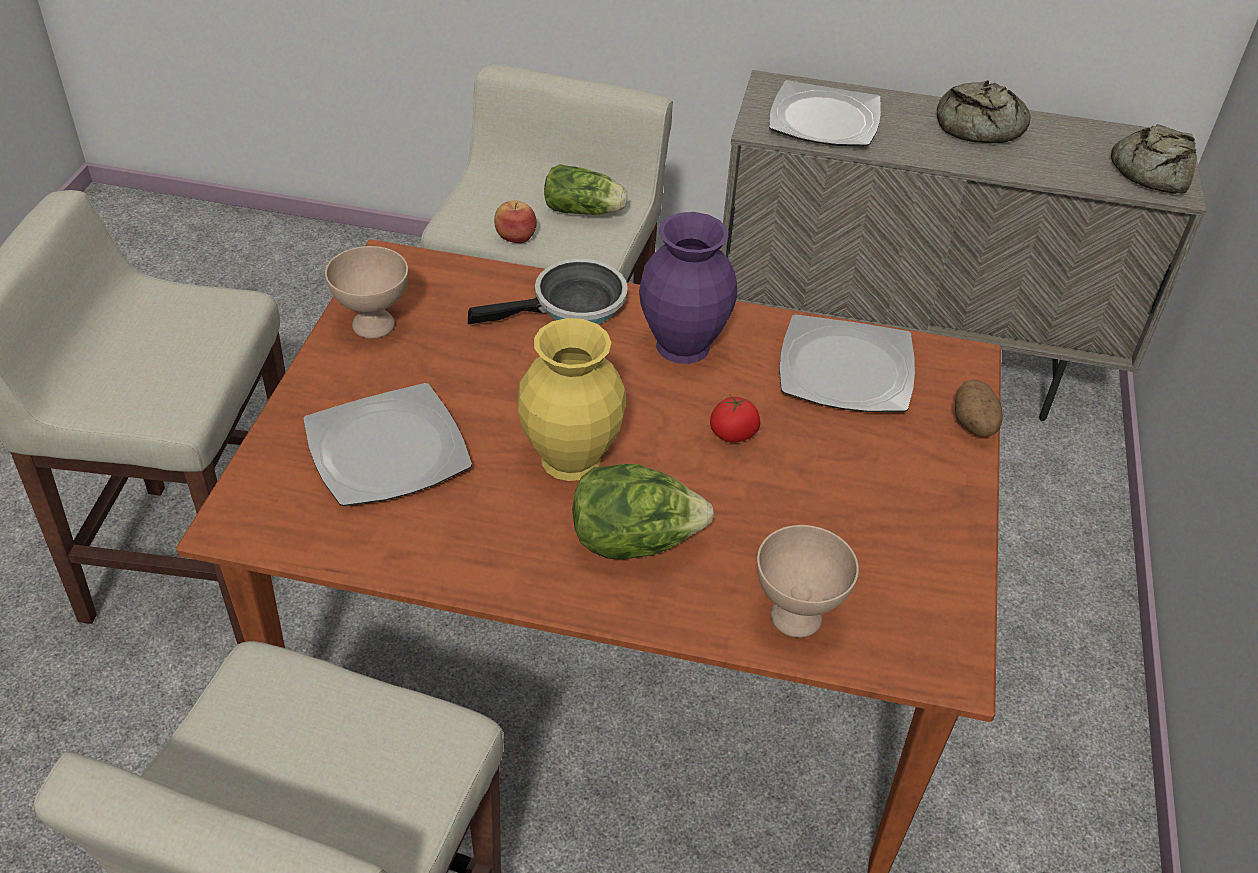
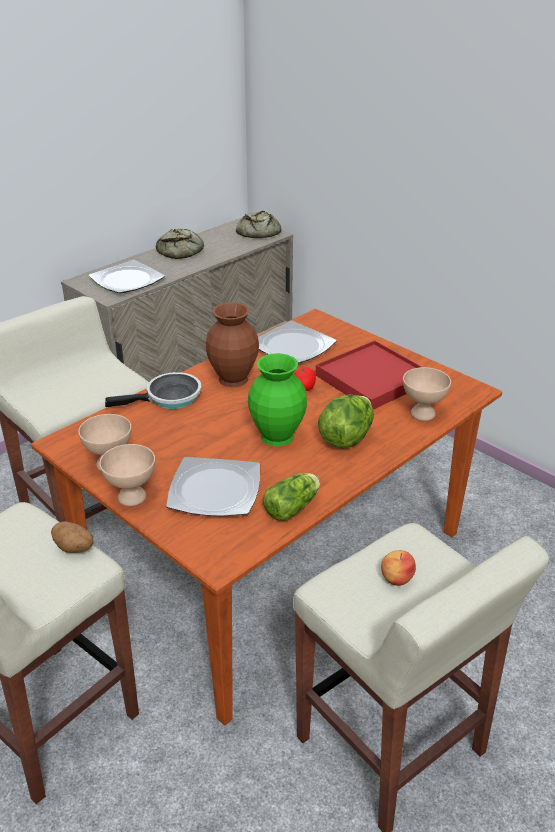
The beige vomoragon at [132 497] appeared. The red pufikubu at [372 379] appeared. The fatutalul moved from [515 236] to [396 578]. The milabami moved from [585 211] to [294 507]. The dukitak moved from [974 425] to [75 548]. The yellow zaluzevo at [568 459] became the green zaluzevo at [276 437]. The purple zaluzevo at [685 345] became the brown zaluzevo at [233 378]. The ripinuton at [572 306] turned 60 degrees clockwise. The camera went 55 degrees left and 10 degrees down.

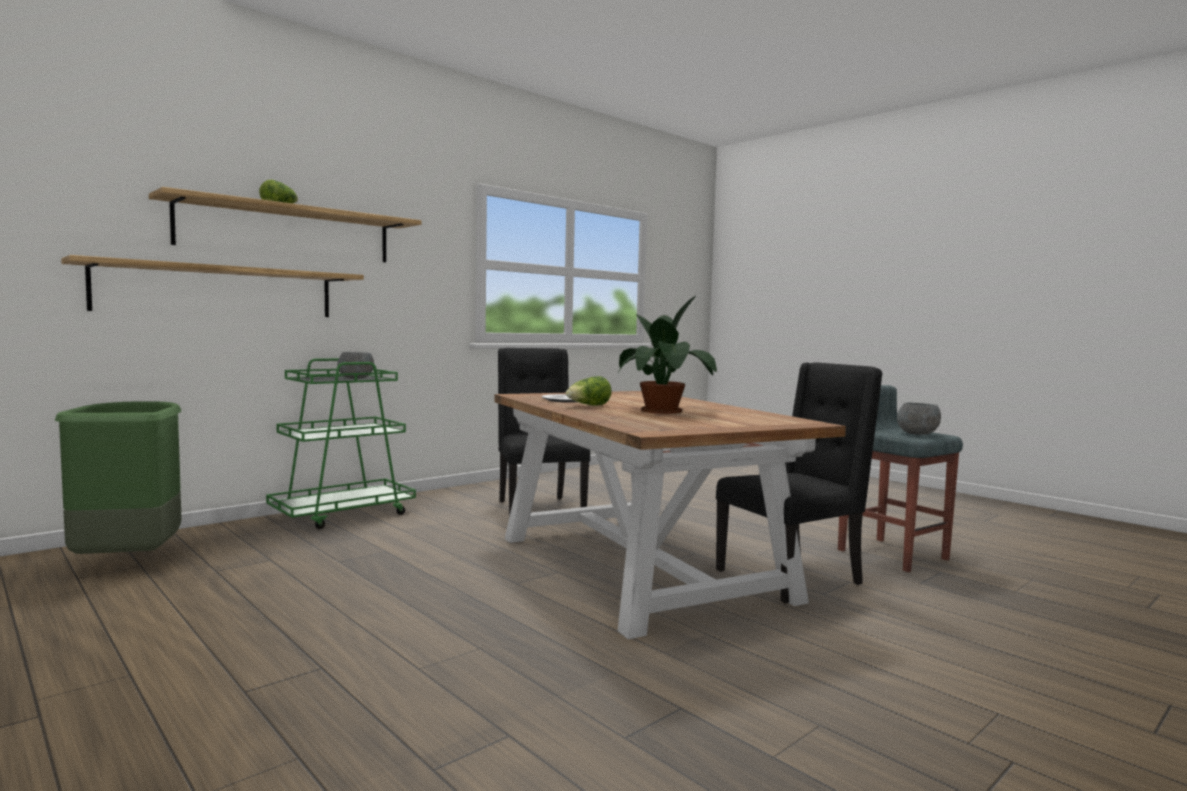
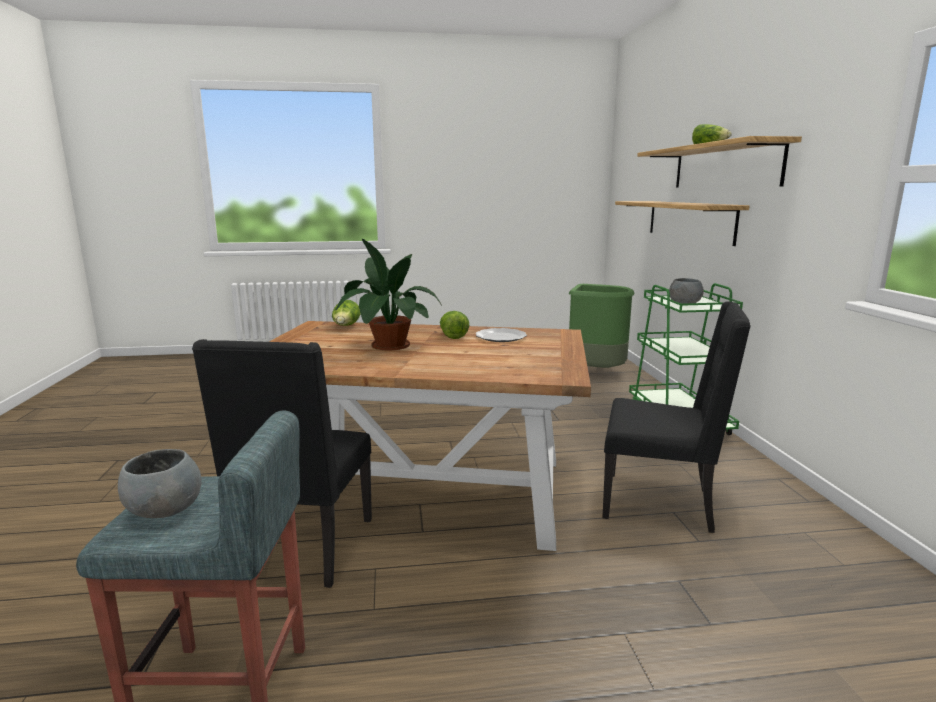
The milabami at [346 326] appeared. The camera went 125 degrees right and 10 degrees up.

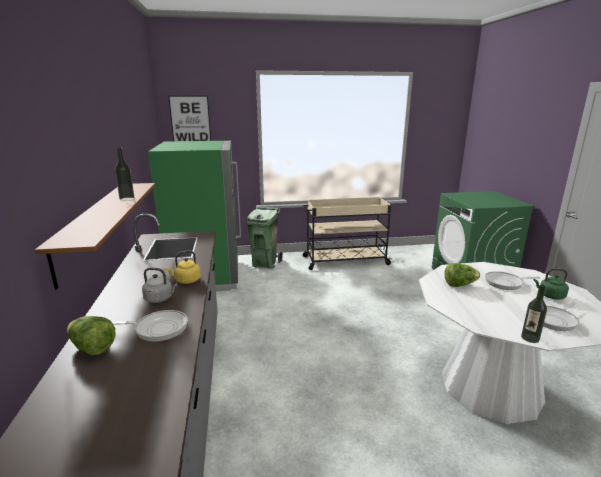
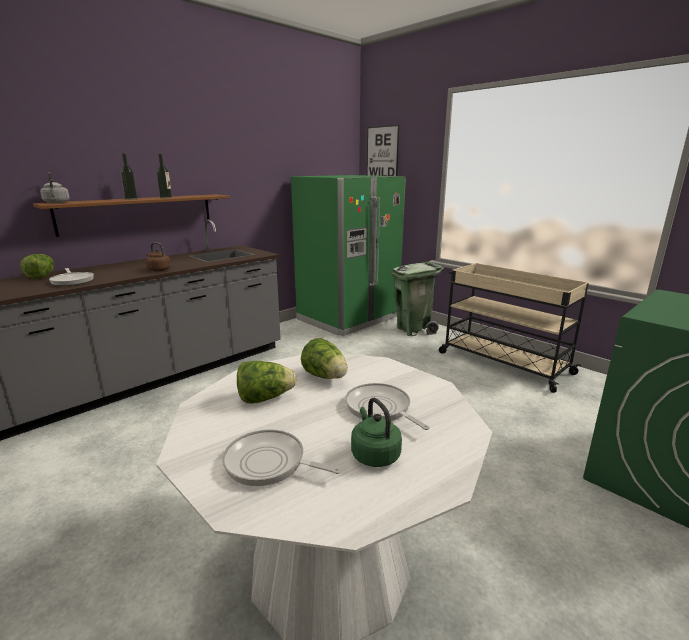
The milabami at [265 398] appeared. The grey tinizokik moved from [160 299] to [56 202]. The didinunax moved from [530 338] to [131 199]. The yellow tinizokik at [186 281] became the brown tinizokik at [158 269]. The camera went 55 degrees right and 0 degrees up.

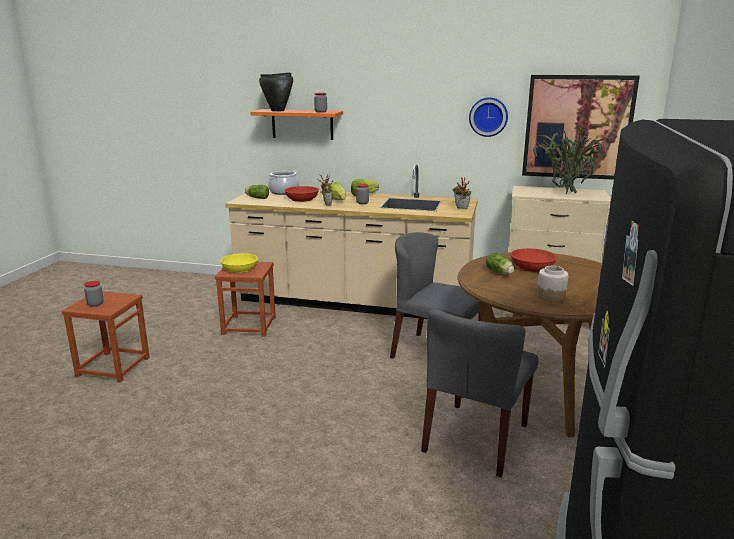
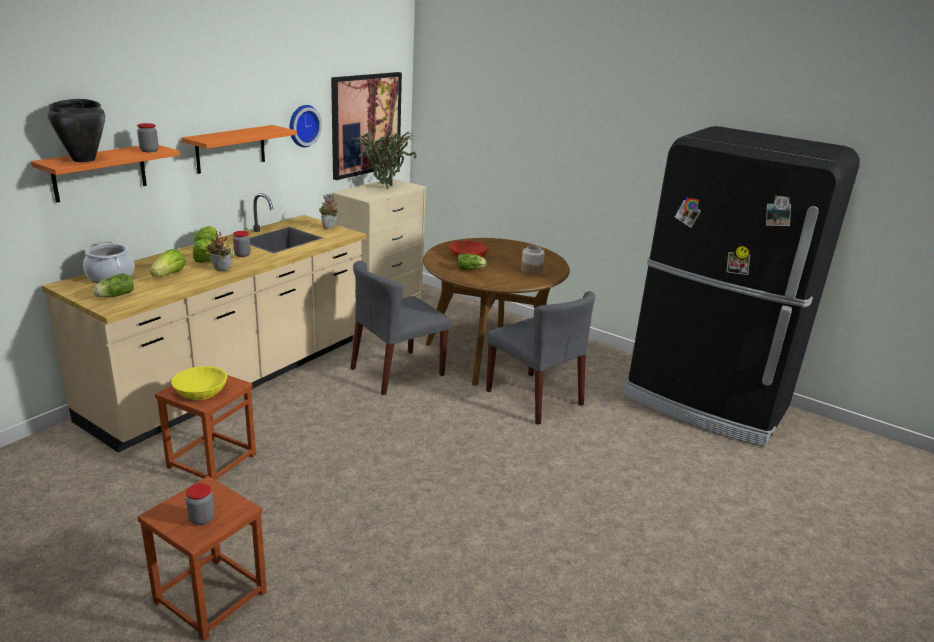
The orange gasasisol at [230 149] appeared. The red vomoragon at [302 199] was replaced by the milabami at [169 275]. The camera went 70 degrees left and 5 degrees up.

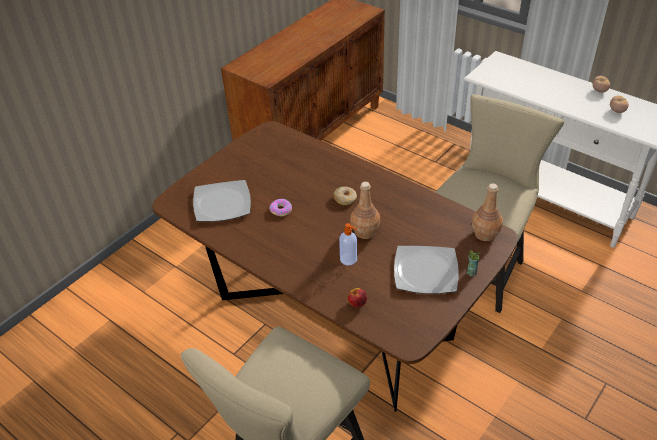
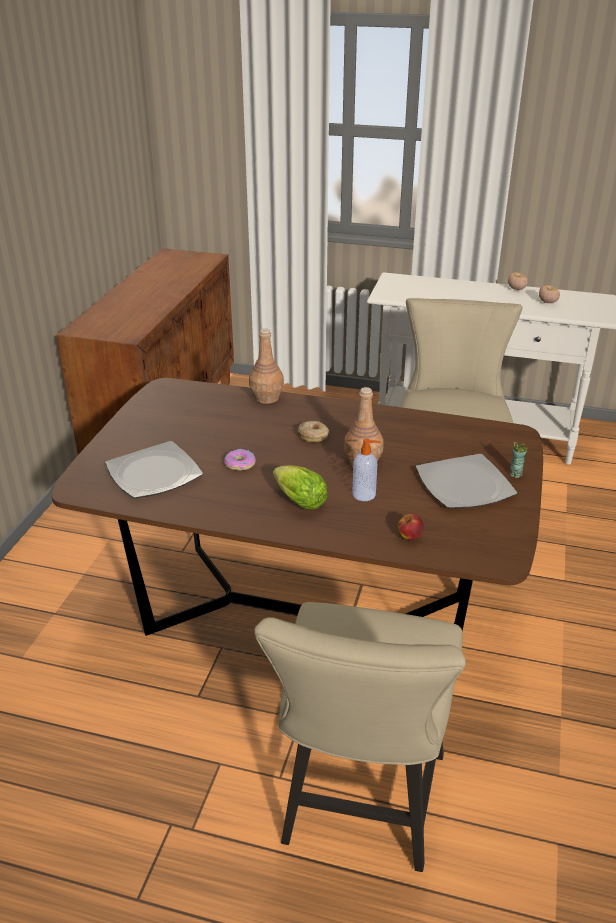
The milabami at [297 500] appeared. The brown didinunax moved from [485 234] to [267 398]. The camera went 25 degrees left and 10 degrees down.

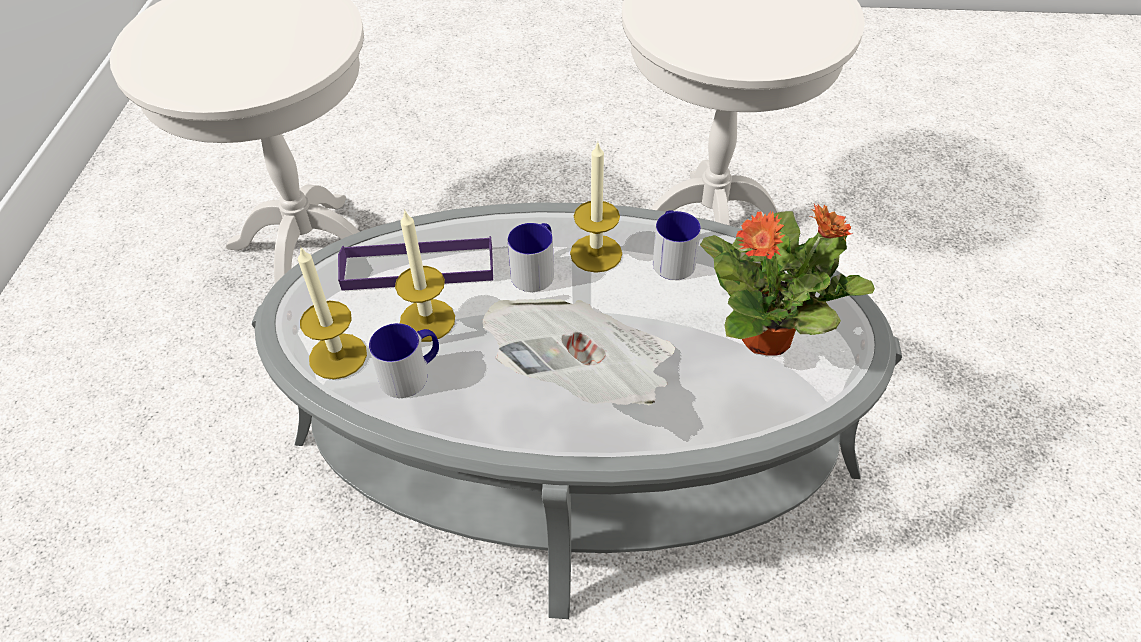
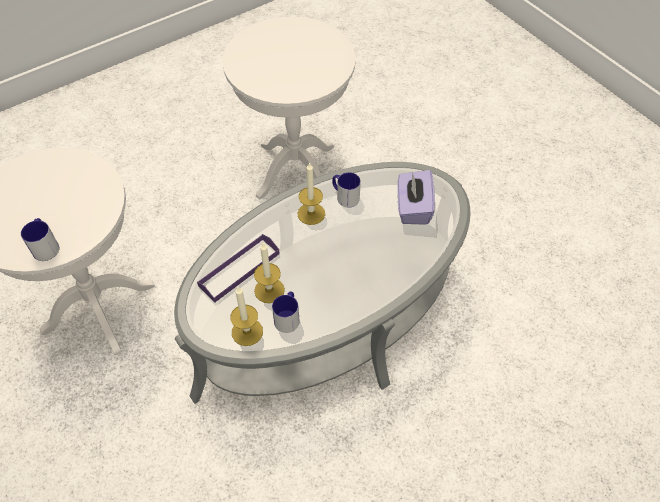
The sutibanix at [587 378] disappeared. The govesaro moved from [536 270] to [45 246]. The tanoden at [768 337] was replaced by the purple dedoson at [413 208]. The camera went 40 degrees left and 5 degrees up.

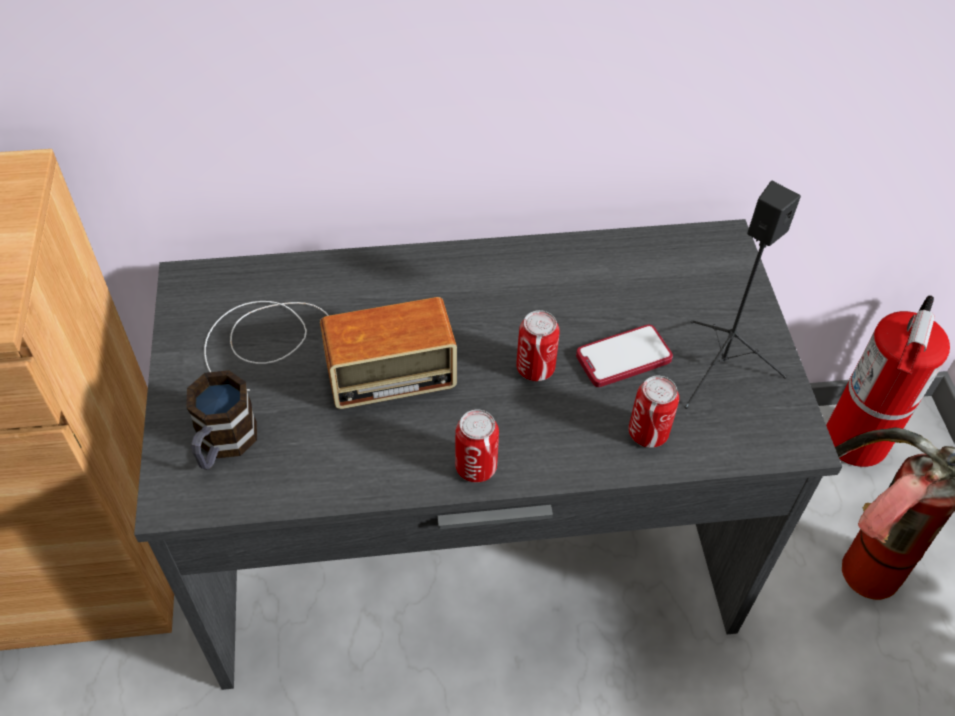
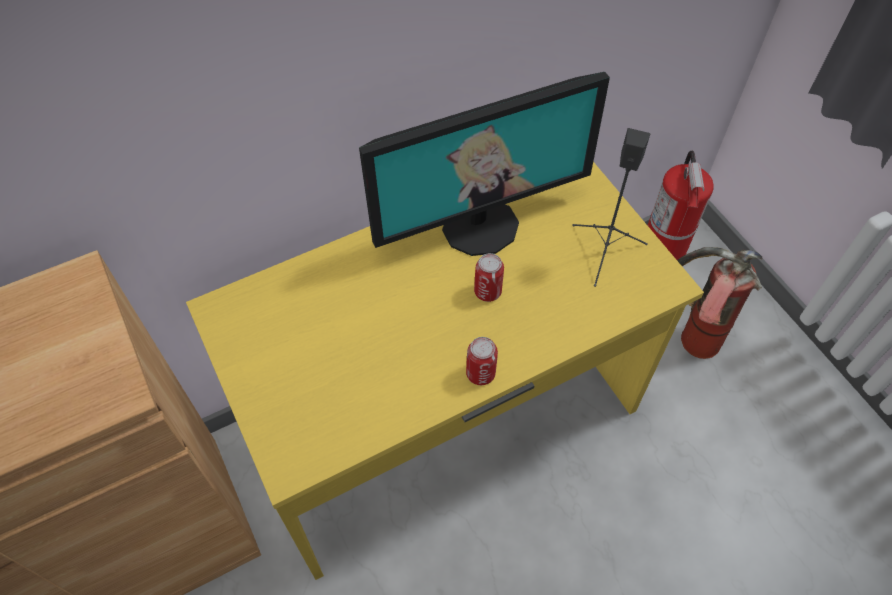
The govesaro at [223 444] disappeared. The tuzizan at [321 353] disappeared. The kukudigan at [623 357] disappeared. The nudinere at [648 433] disappeared. The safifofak at [480 225] appeared. The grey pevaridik at [471 554] became the yellow pevaridik at [445 422]. The camera went 20 degrees left and 5 degrees up.

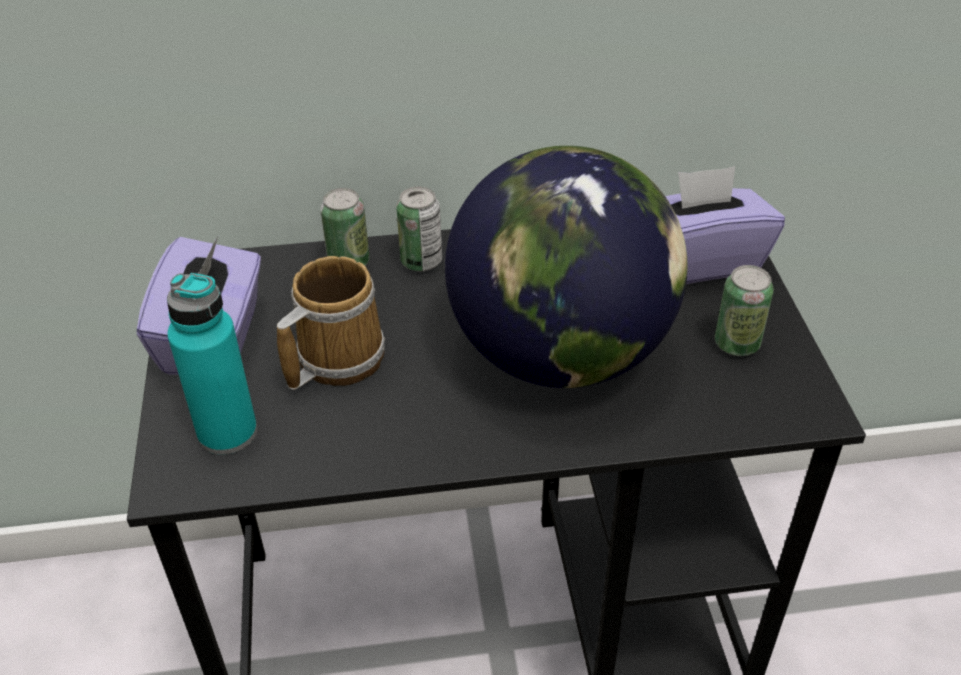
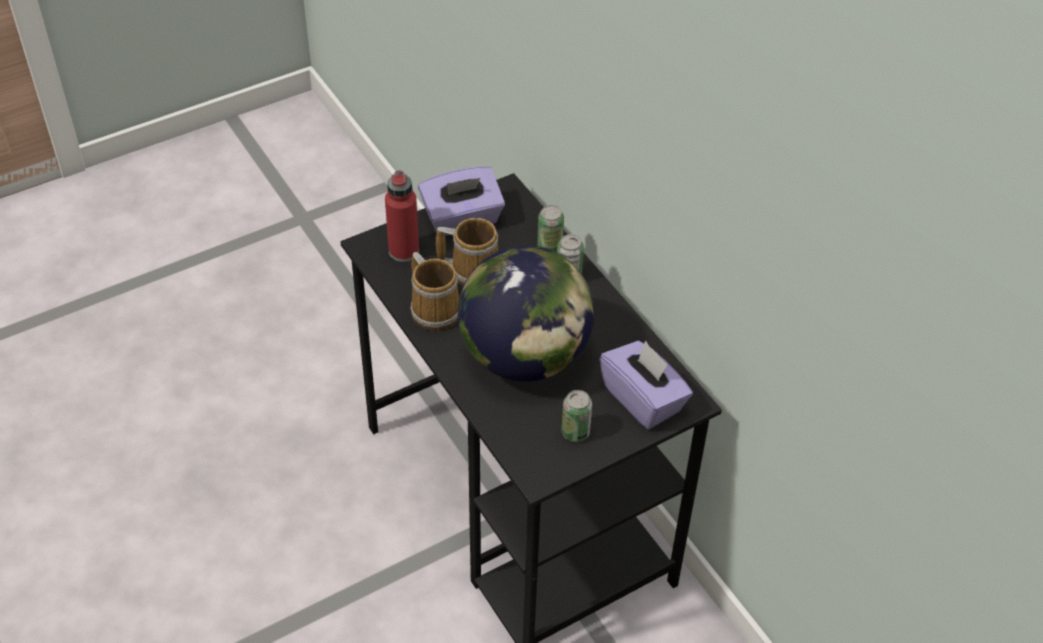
The govesaro at [435 309] appeared. The turquoise didinunax at [227 432] became the red didinunax at [404 251]. The camera went 65 degrees right and 5 degrees up.

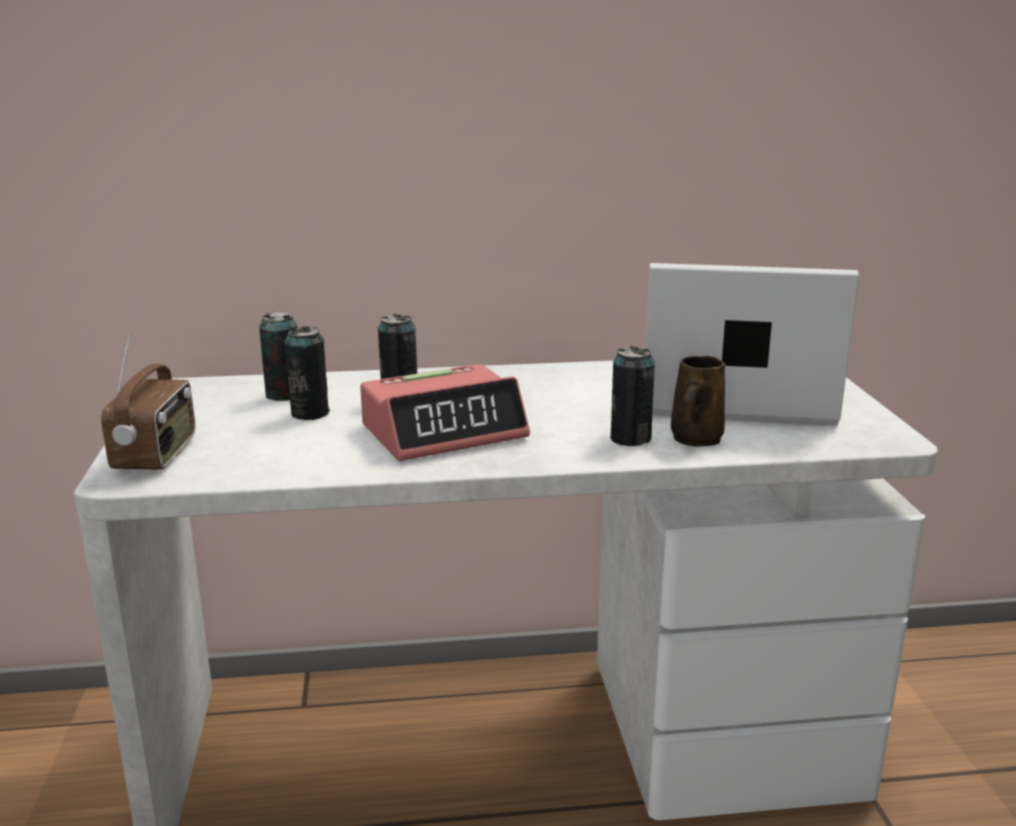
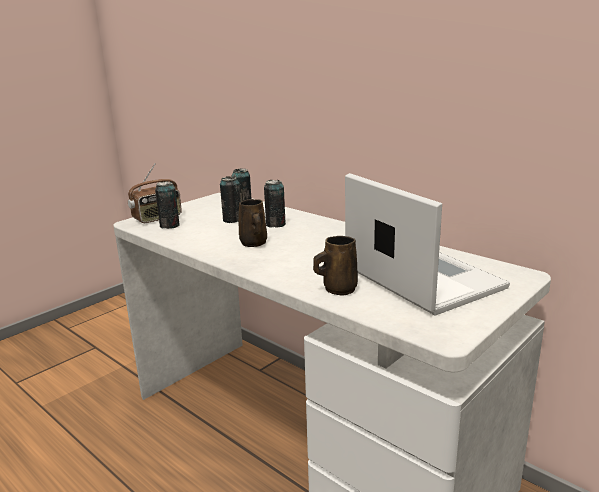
The nudinere moved from [630 439] to [169 226]. The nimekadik at [444 431] was replaced by the brown govesaro at [254 243]. The camera went 50 degrees right and 0 degrees up.

